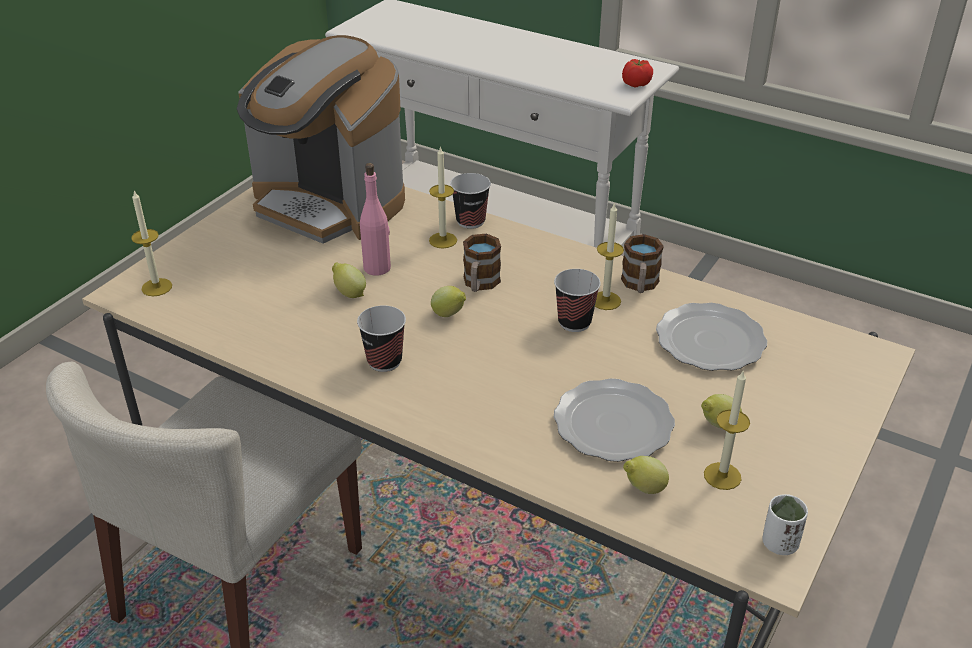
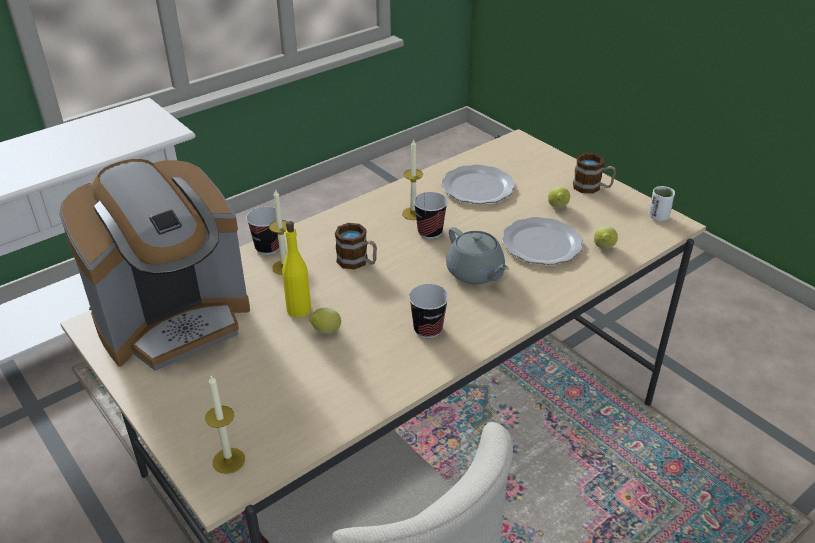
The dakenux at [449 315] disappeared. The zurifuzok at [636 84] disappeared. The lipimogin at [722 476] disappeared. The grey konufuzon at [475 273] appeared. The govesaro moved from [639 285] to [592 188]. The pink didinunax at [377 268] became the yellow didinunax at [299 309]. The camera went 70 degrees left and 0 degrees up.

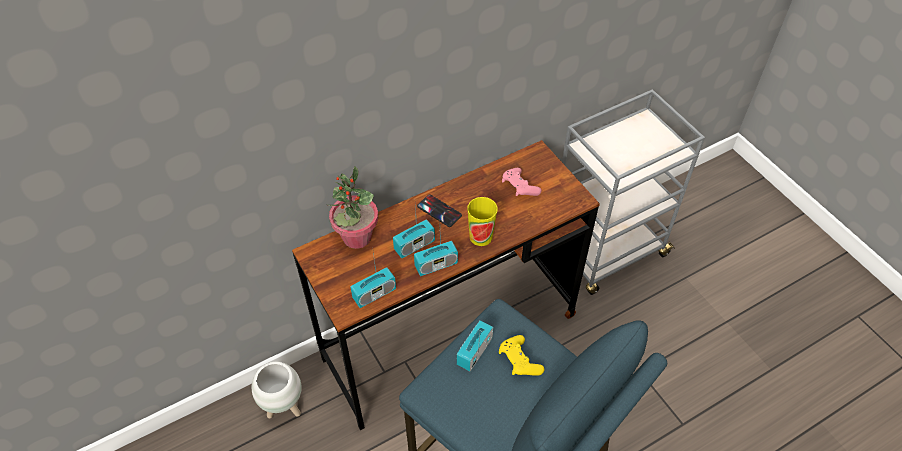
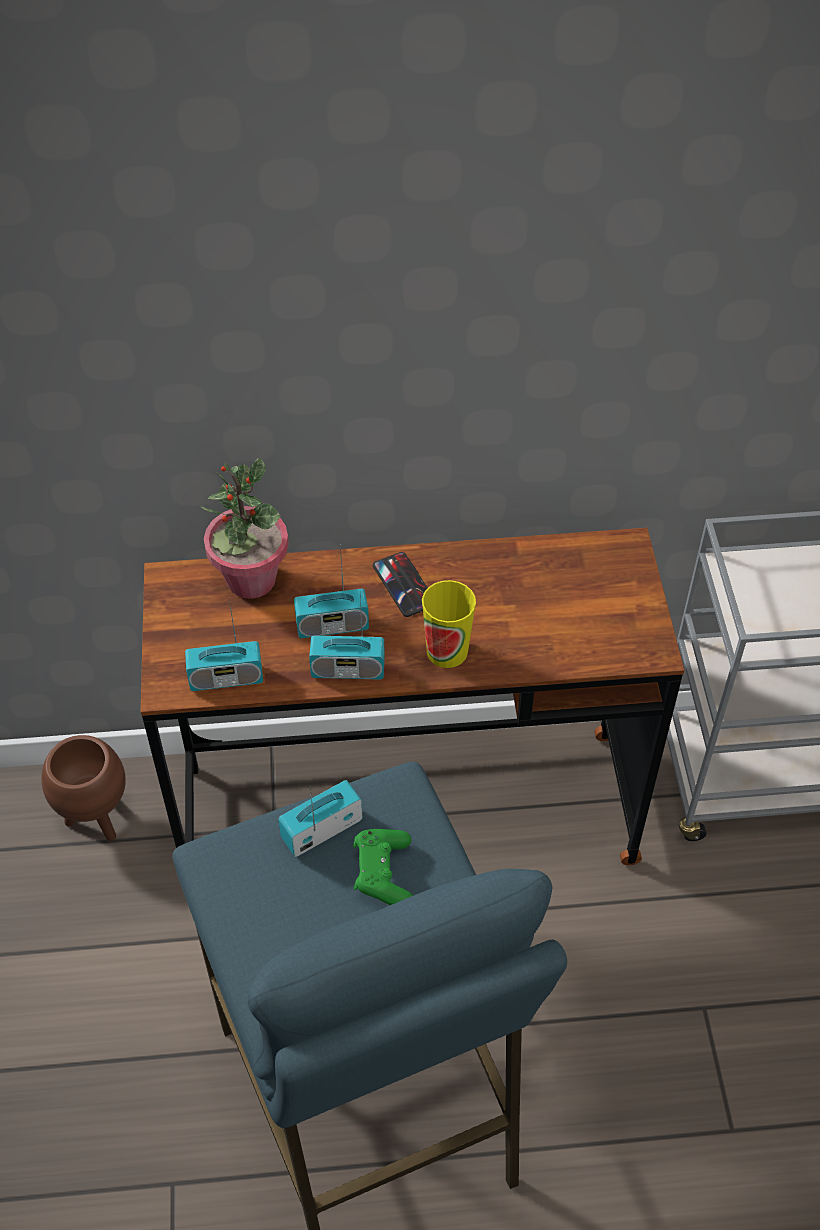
The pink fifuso at [519 188] disappeared. The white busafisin at [284 408] became the brown busafisin at [96 820]. The yellow fifuso at [519 361] became the green fifuso at [383 874]. The camera went 25 degrees right and 0 degrees up.

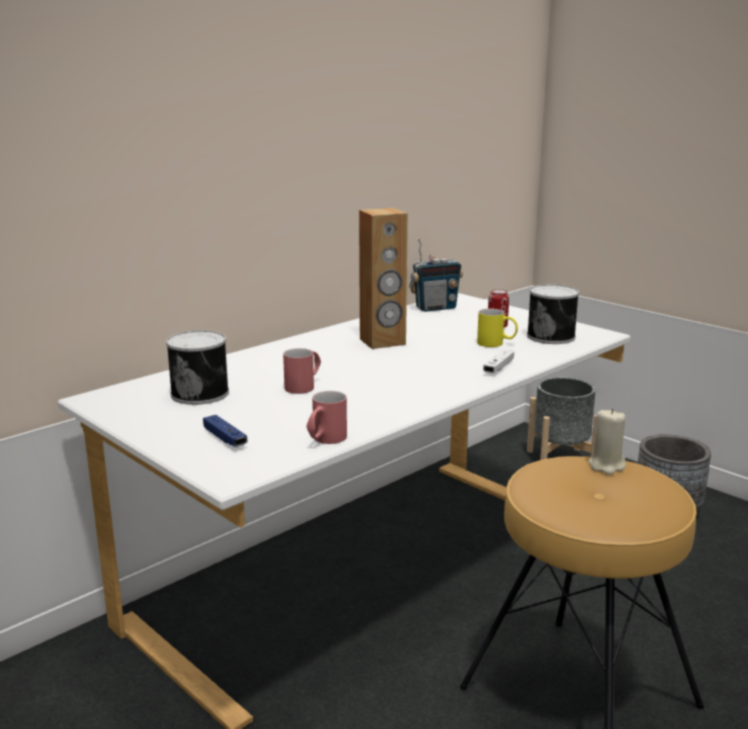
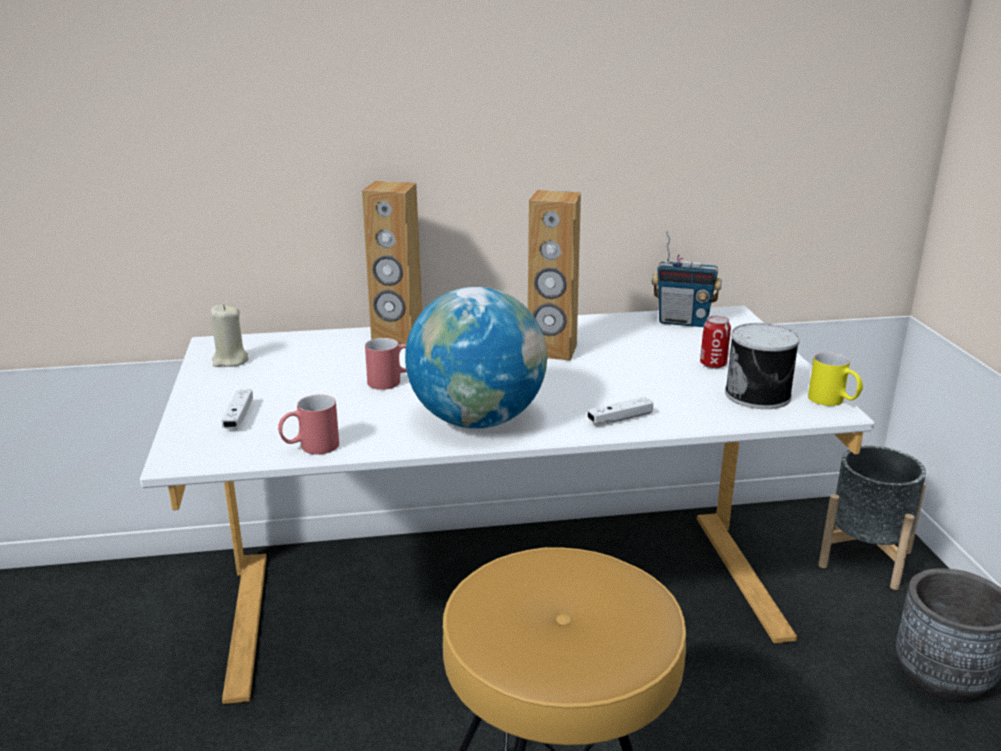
The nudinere at [201 393] disappeared. The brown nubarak at [397 336] appeared. The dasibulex at [477 420] appeared. The yellow govesaro moved from [496 344] to [833 402]. The beige lipimogin moved from [606 466] to [230 361]. The blue fifuso at [225 438] became the white fifuso at [238 417]. The camera went 35 degrees right and 5 degrees up.

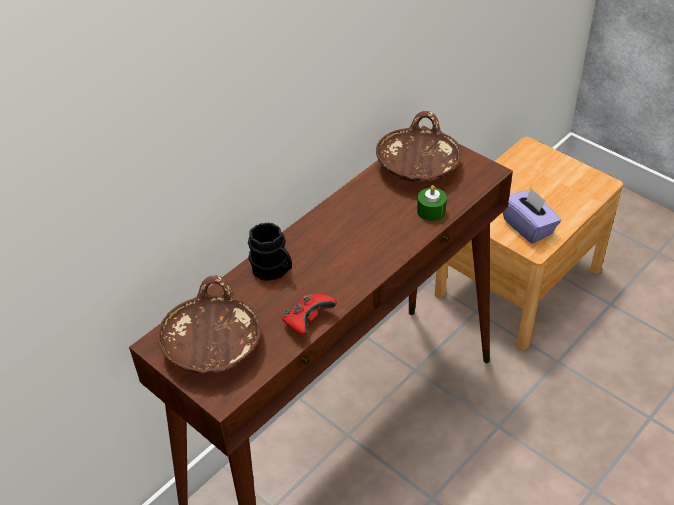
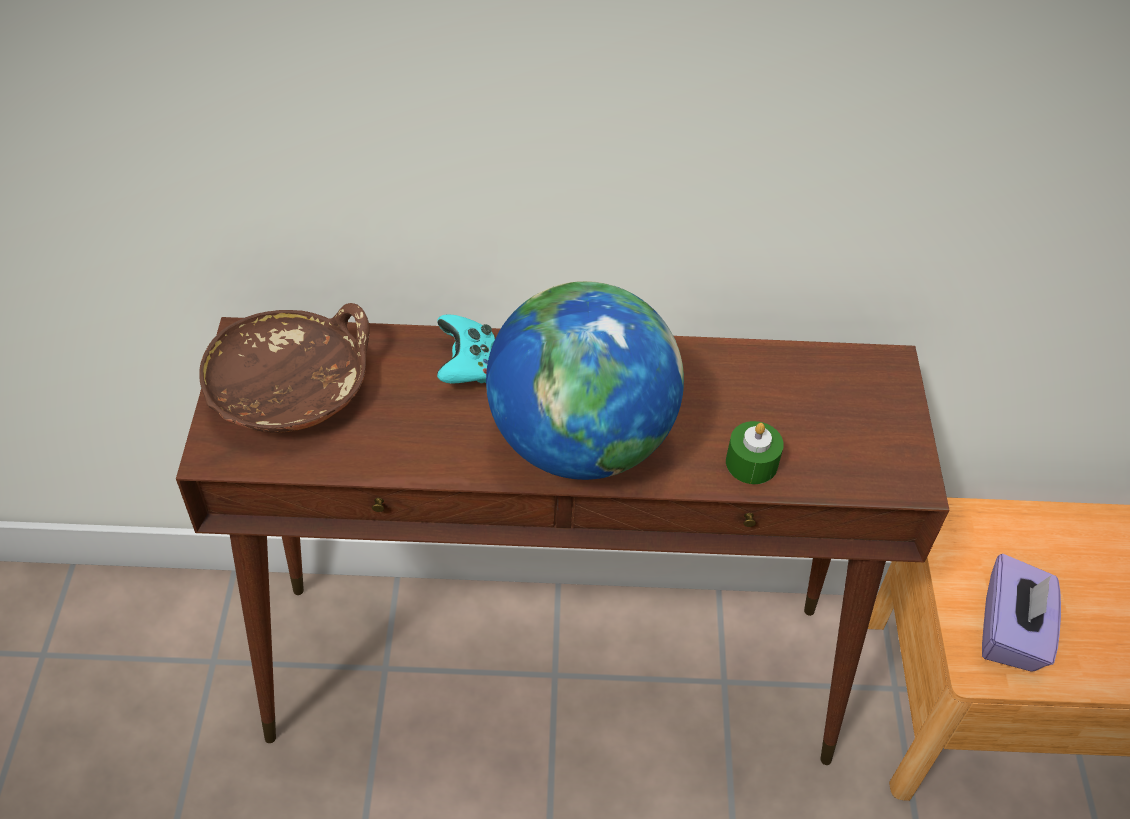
The red fifuso at [308 321] disappeared. The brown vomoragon at [418 165] disappeared. The dasibulex at [580 441] appeared. The black govesaro at [274 270] was replaced by the turquoise fifuso at [467 366]. The camera went 45 degrees right and 5 degrees up.

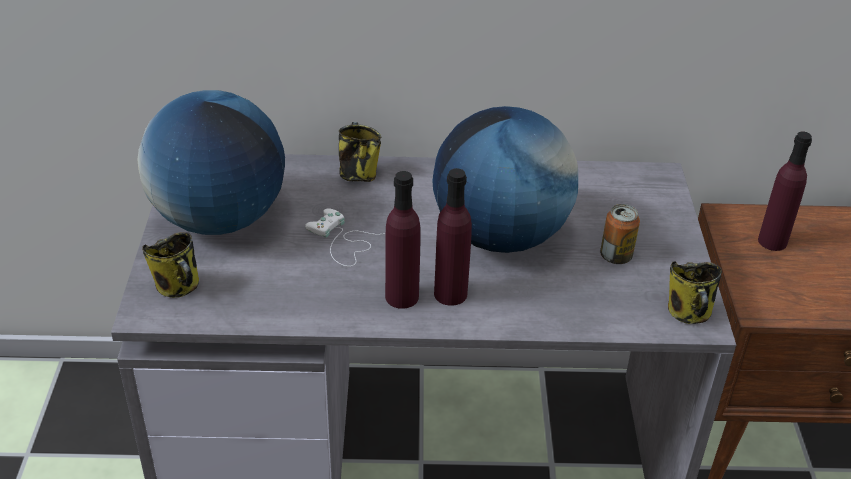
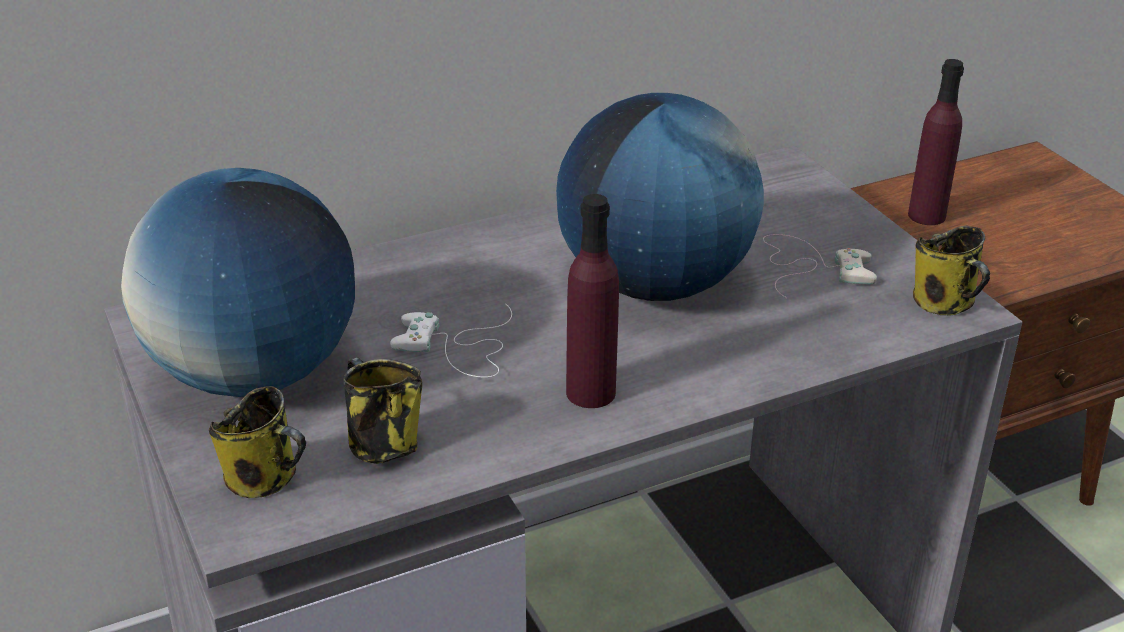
The purple didinunax at [450 294] disappeared. The govesaro moved from [357 173] to [381 445]. The nudinere at [616 256] was replaced by the white fifuso at [810 266]. The camera went 25 degrees left and 5 degrees down.

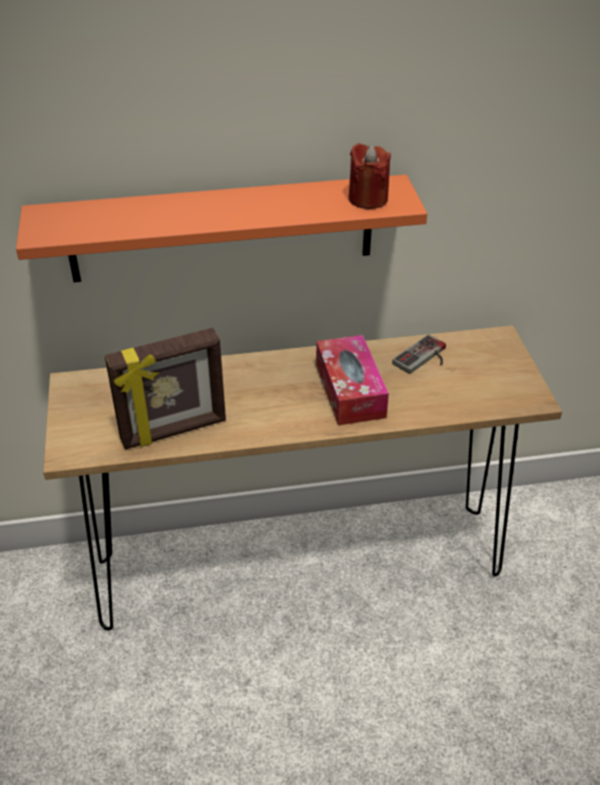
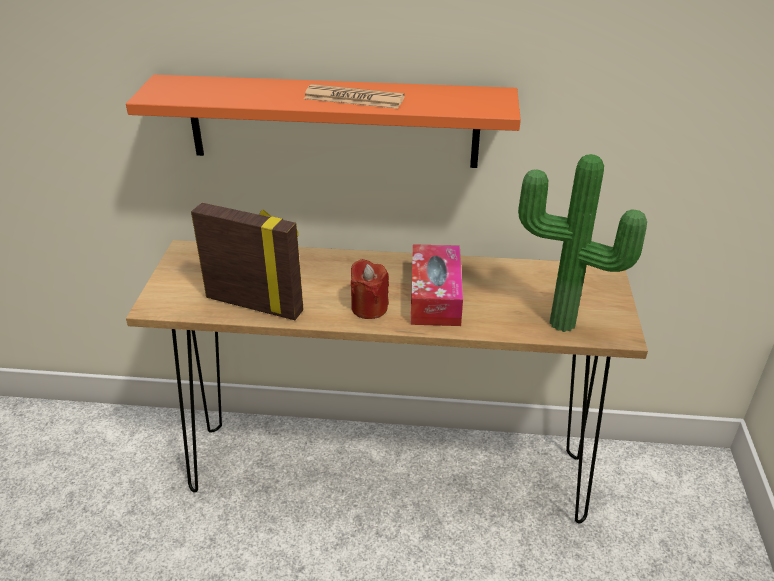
The fifuso at [424 359] disappeared. The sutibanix at [354 98] appeared. The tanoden at [561 326] appeared. The red lipimogin moved from [368 199] to [369 308]. The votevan at [174 431] turned 150 degrees counterclockwise. The camera went 15 degrees right and 5 degrees down.

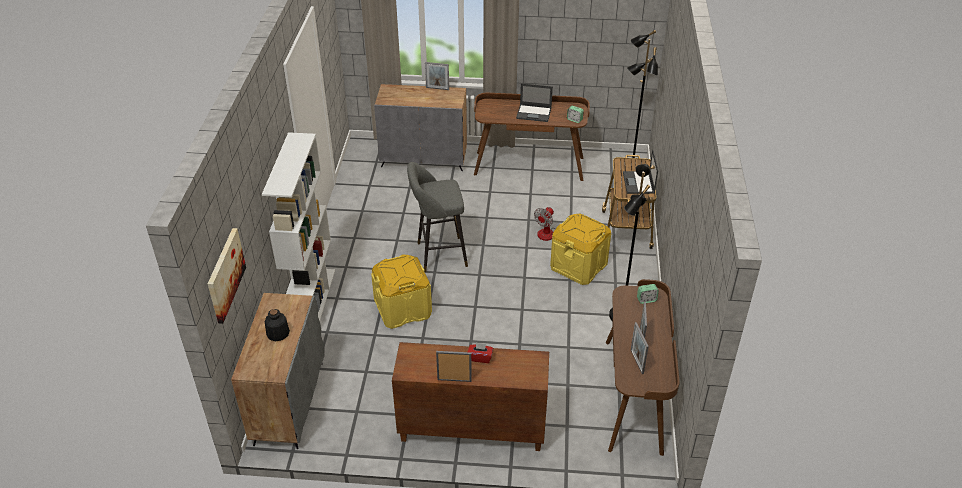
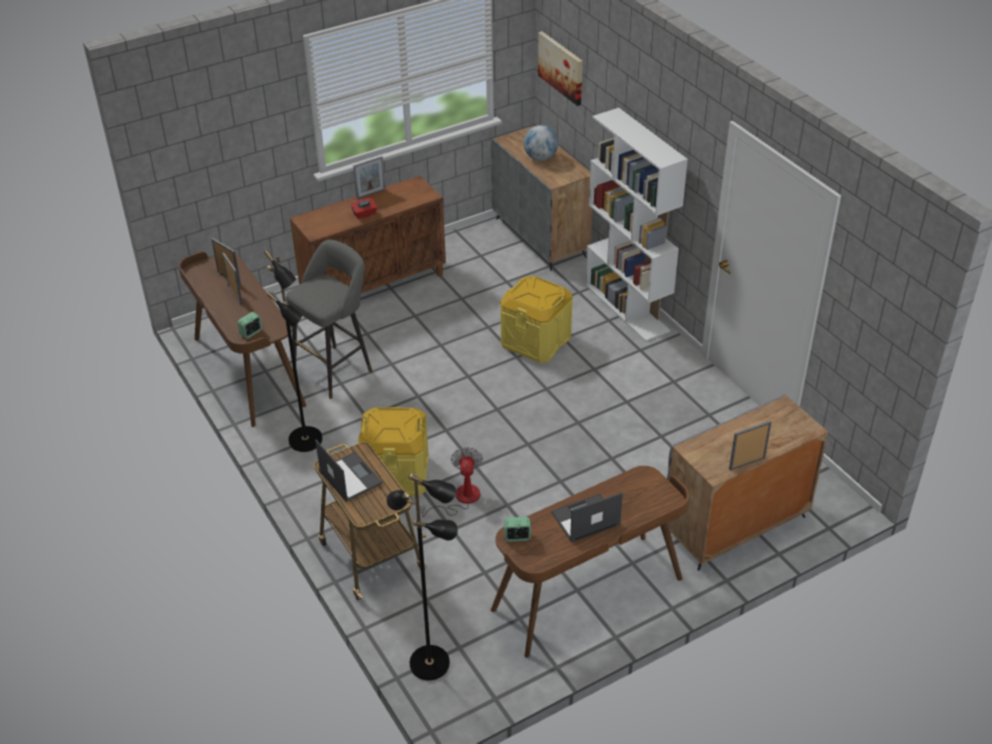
The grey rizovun moved from [438 255] to [336 369]. The didinunax at [277 333] was replaced by the dasibulex at [540 158]. The camera went 145 degrees right and 0 degrees up.

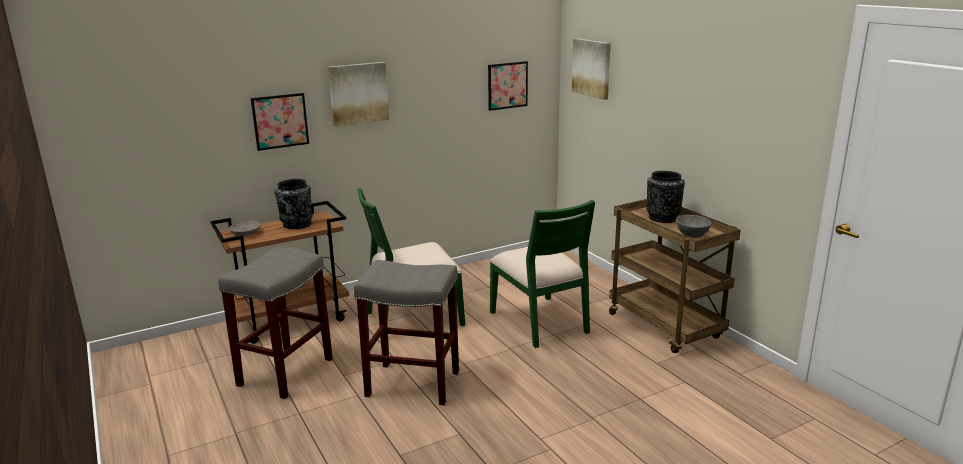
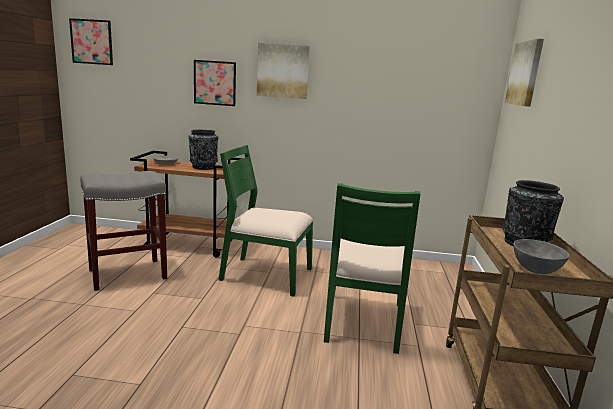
The grey rizovun at [411 384] disappeared. The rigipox moved from [507 85] to [91 42]. The camera went 35 degrees right and 5 degrees down.

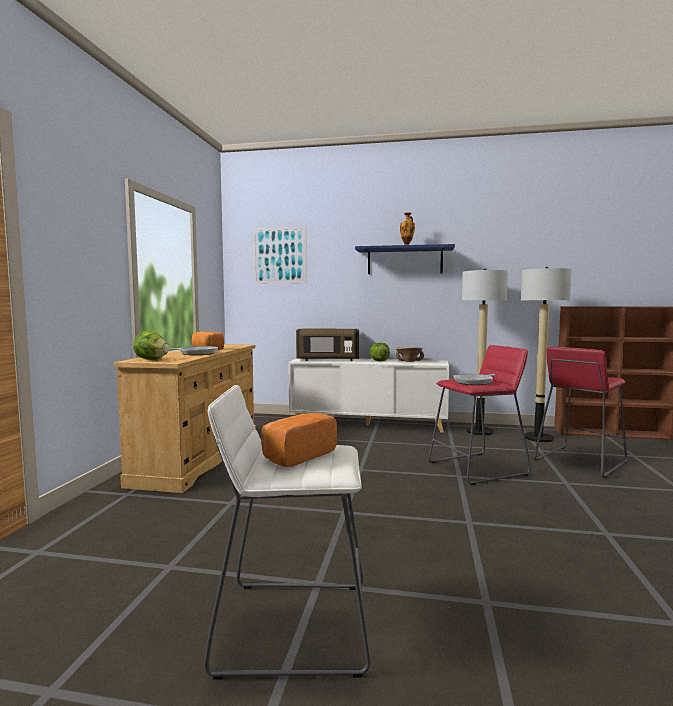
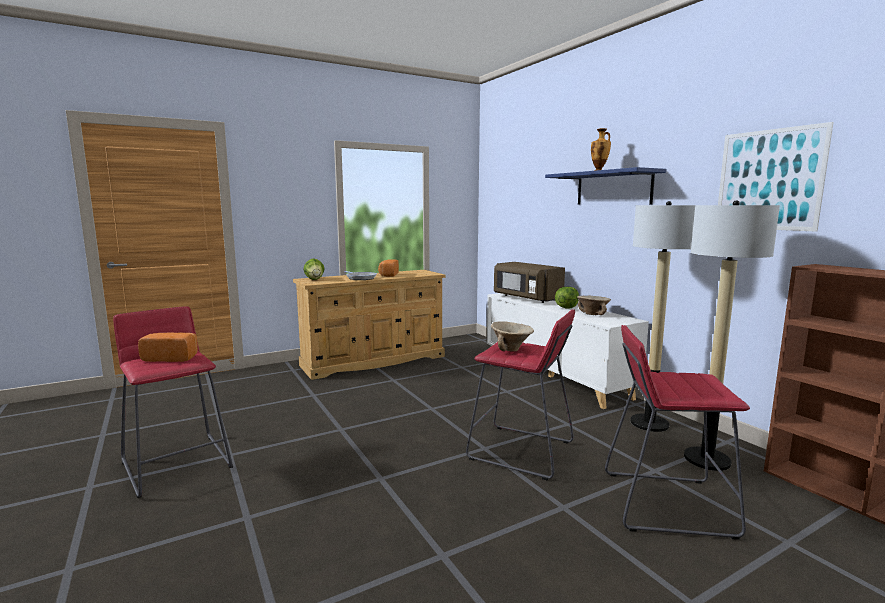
The rigipox moved from [279 255] to [768 180]. The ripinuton at [474 382] was replaced by the beige vomoragon at [512 349]. The white rizovun at [293 626] became the red rizovun at [178 464]. The camera went 50 degrees right and 5 degrees up.

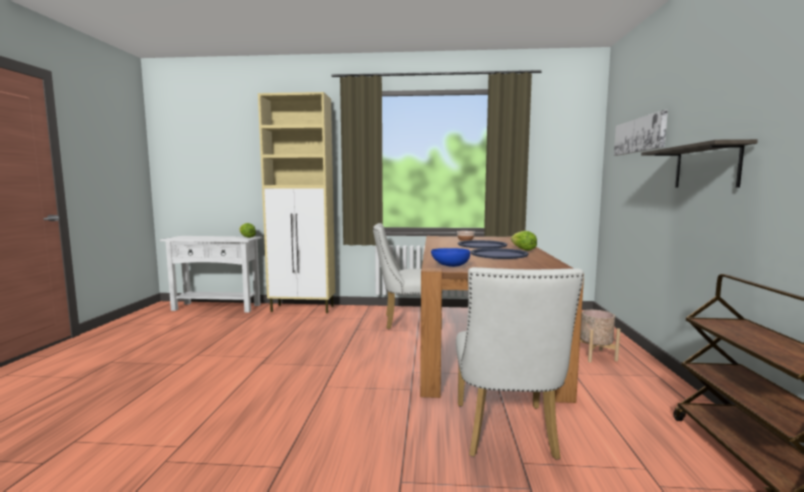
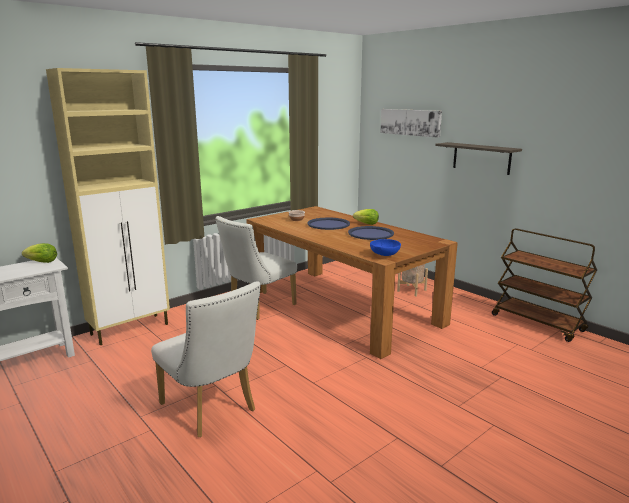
The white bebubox moved from [506 435] to [212 410]. The camera went 45 degrees left and 10 degrees up.

